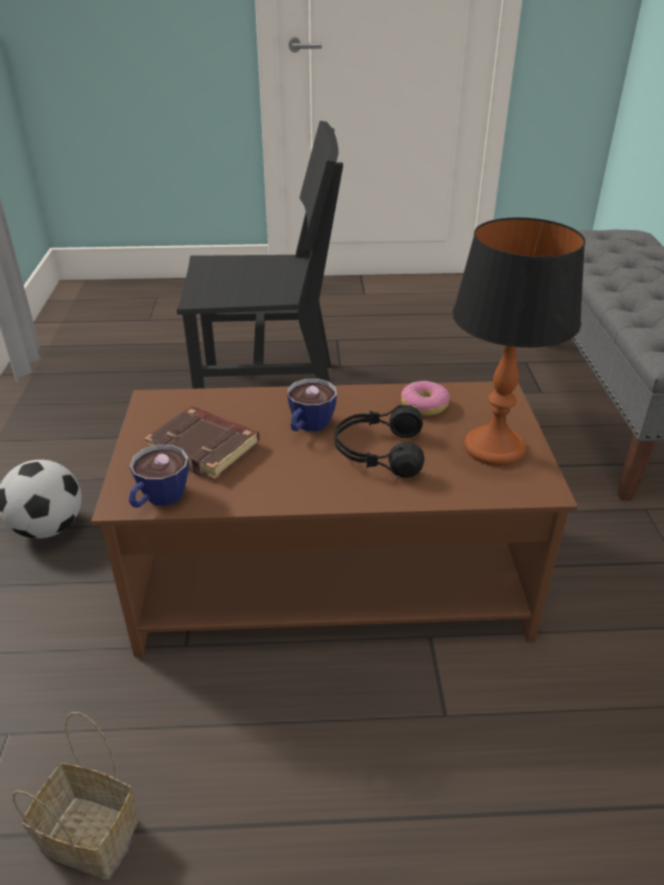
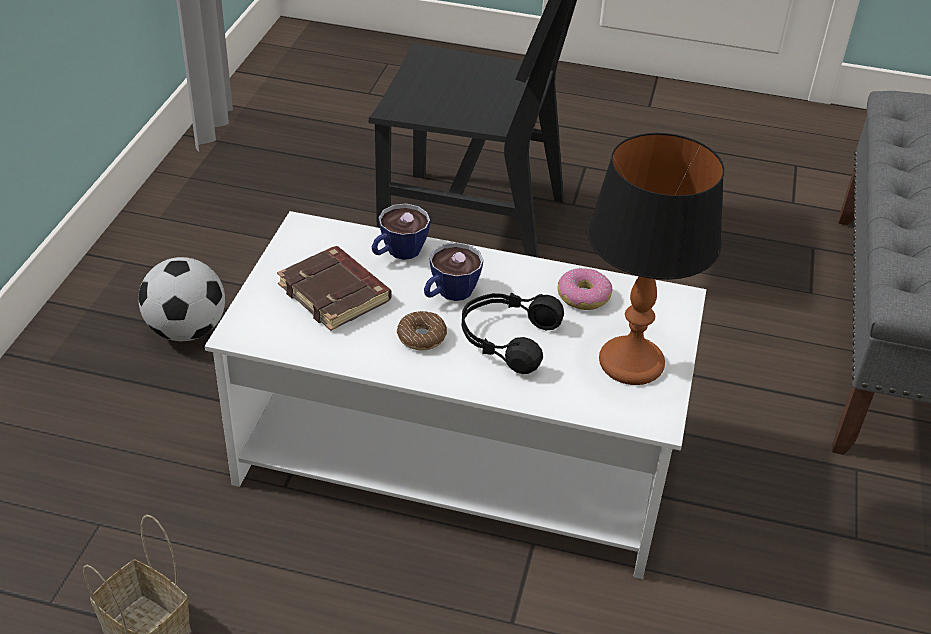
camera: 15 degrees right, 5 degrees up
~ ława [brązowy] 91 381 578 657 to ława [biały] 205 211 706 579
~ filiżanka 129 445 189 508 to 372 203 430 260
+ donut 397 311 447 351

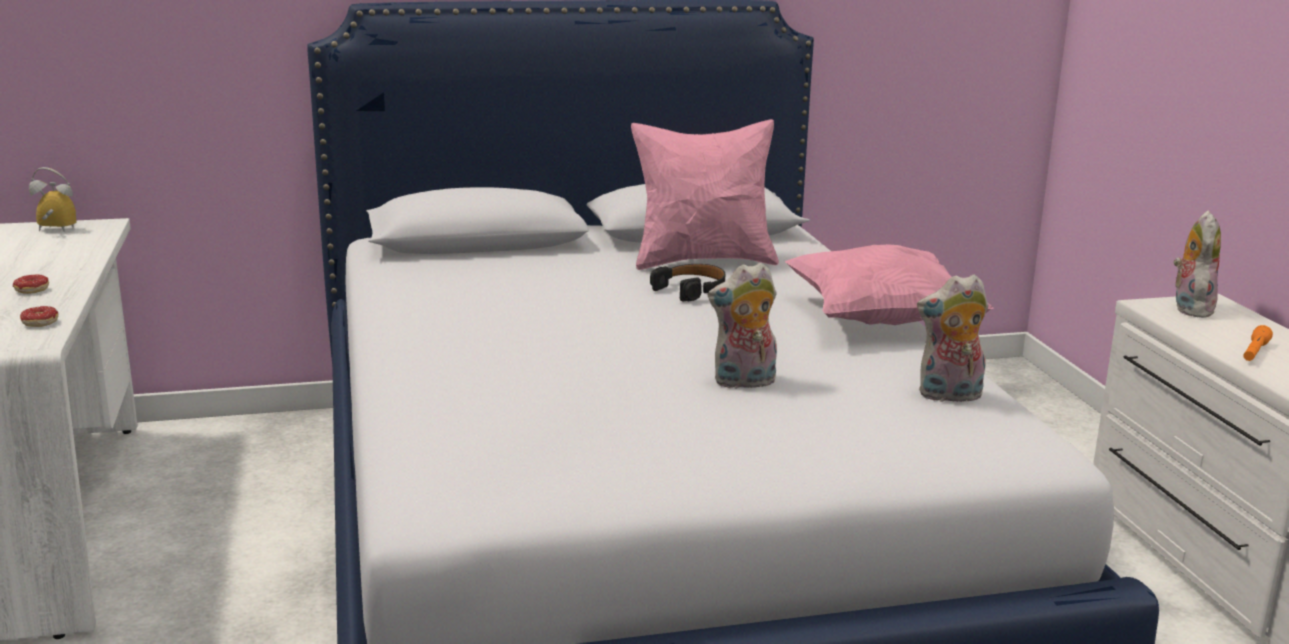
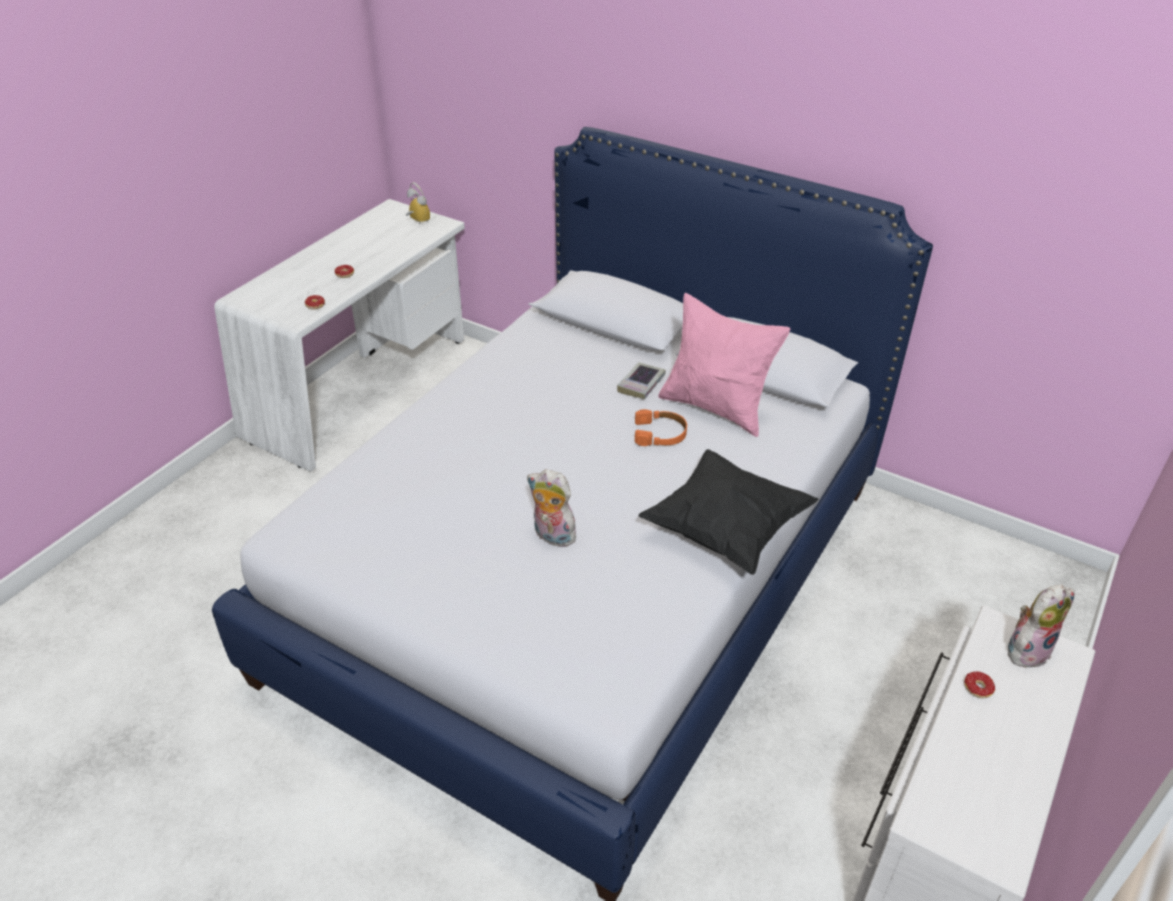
camera: 45 degrees right, 20 degrees up
+ książka 617 362 666 399
~ słuchawki [czarny] 650 264 725 301 to słuchawki [pomarańczowy] 635 409 687 446
~ poduszka [różowy] 785 244 993 325 to poduszka [czarny] 638 449 819 575
+ donut 964 671 995 702
- pluszak 917 274 988 402
- latarka [pomarańczowy] 1243 325 1273 361

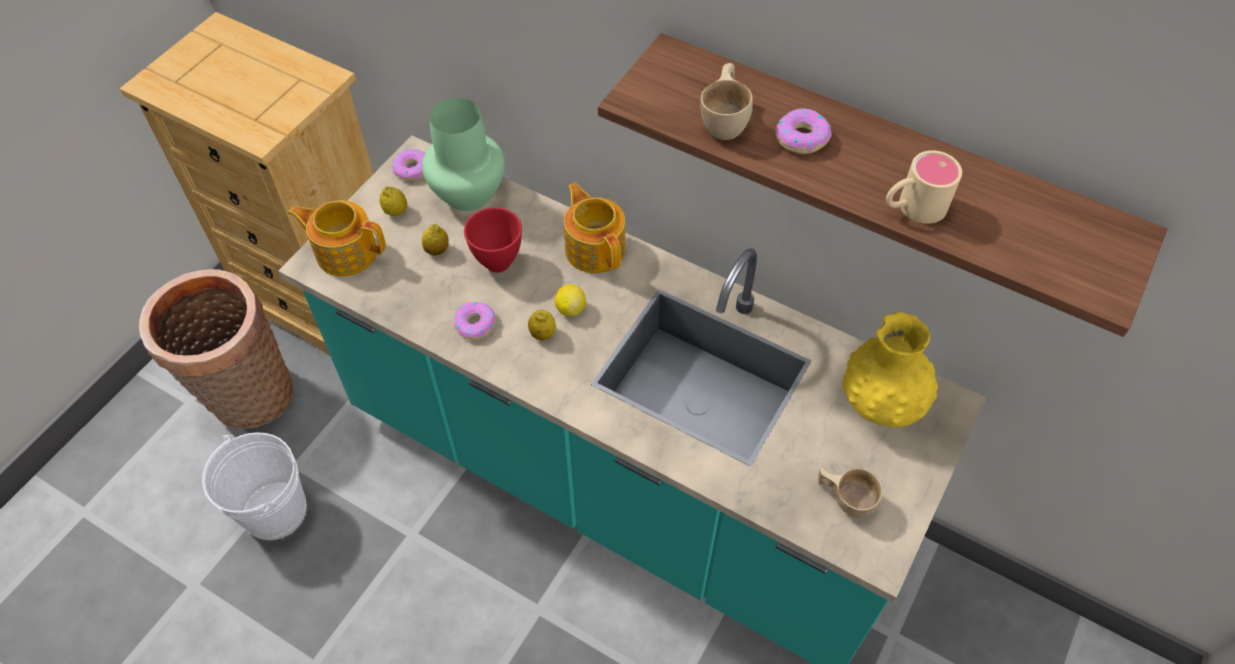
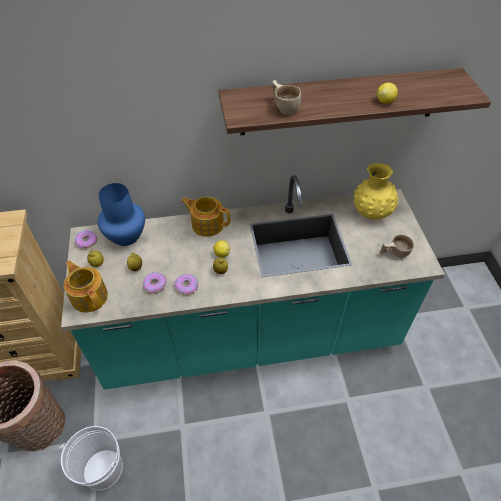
camera: 40 degrees left, 5 degrees down
~ imbryk 288 200 386 277 = 64 260 108 313 75 degrees clockwise
~ wazon [zielony] 422 98 505 211 to wazon [niebieski] 98 183 145 246
~ donut 776 108 832 154 to 143 272 166 294
~ kubek [beżowy] 886 150 962 224 to cytryna 377 83 398 104
- miska [czerwony] 464 207 522 273

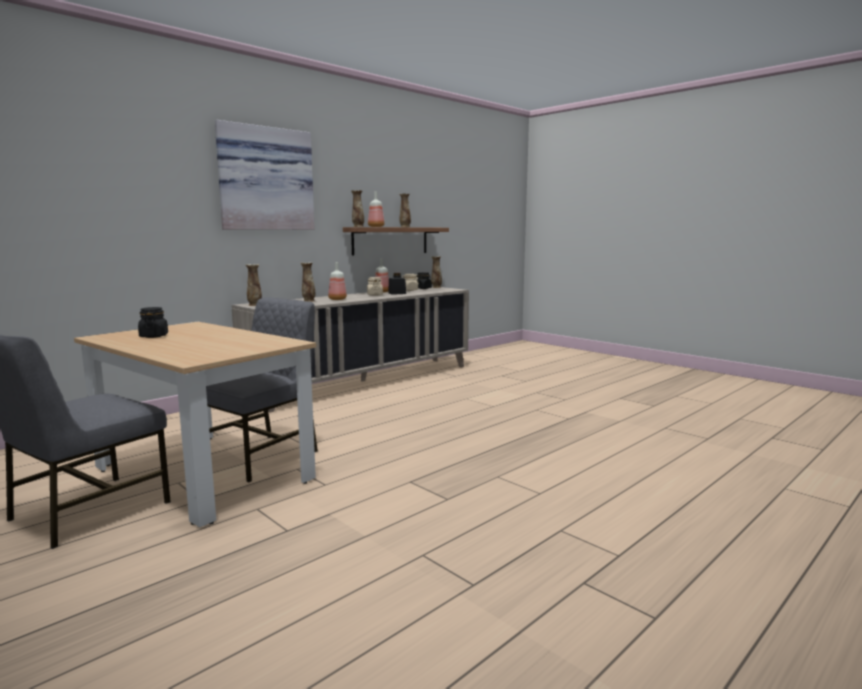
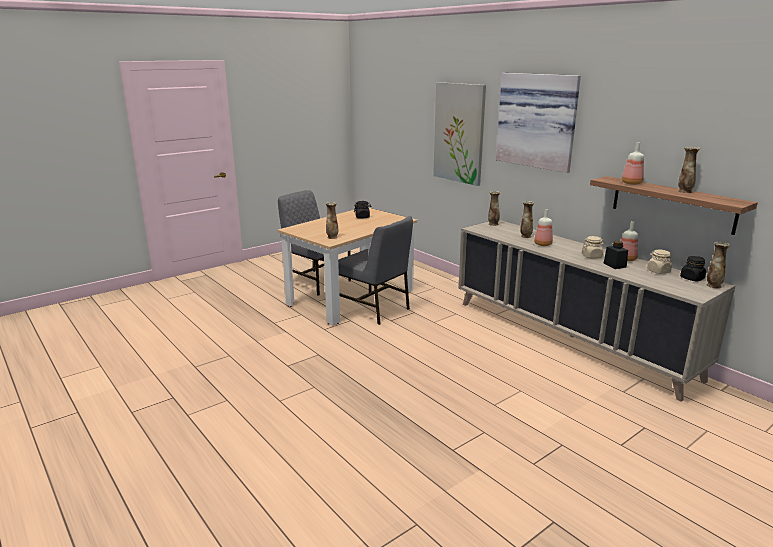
camera: 95 degrees right, 10 degrees up
~ wazon 351 190 364 227 to 325 202 338 239
+ obraz 433 82 486 186

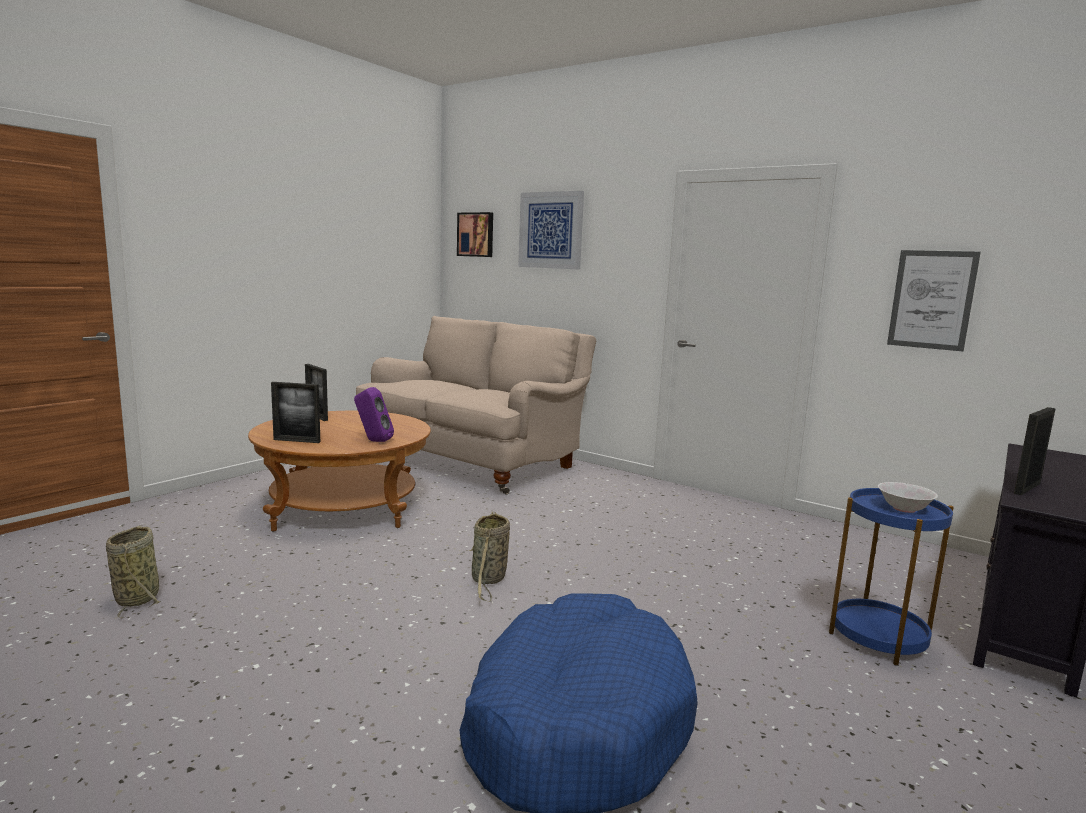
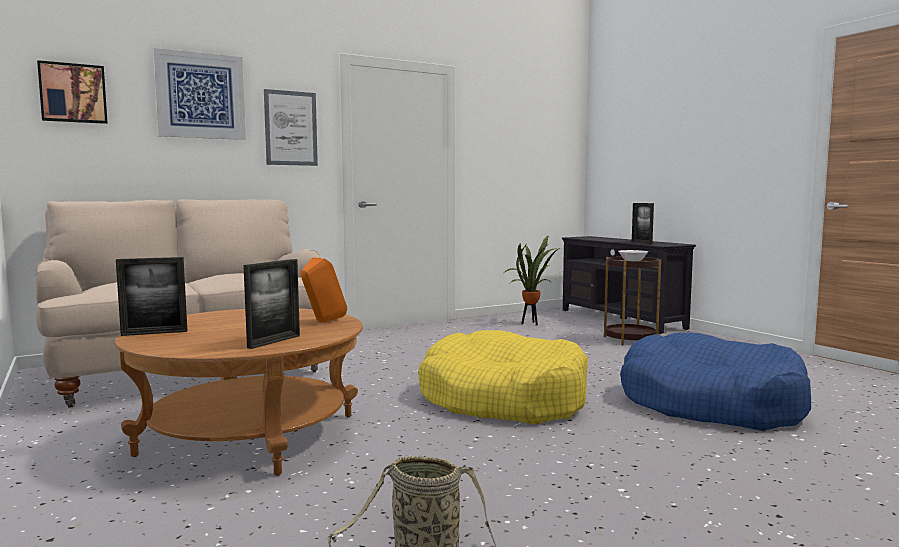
camera: 65 degrees left, 5 degrees down
~ obraz 887 250 981 351 to 264 89 318 166
~ głośnik [fioletowy] 354 387 394 442 to głośnik [pomarańczowy] 300 258 347 322
~ koszyk 469 512 510 601 to legowisko [żółty] 418 330 588 425
+ roślina doniczkowa 504 235 560 325
~ stolik [niebieski] 829 488 954 666 to stolik [brązowy] 604 256 661 345

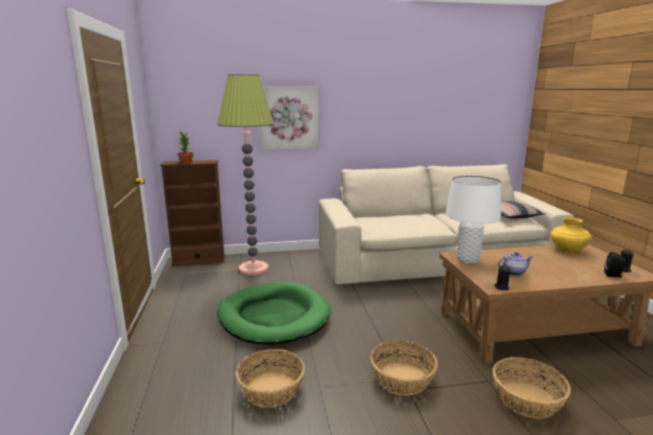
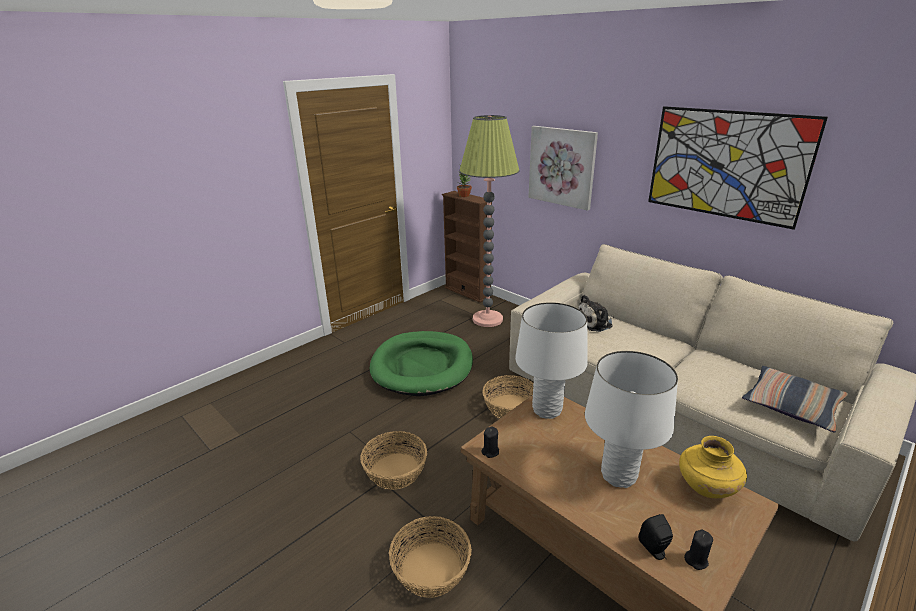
camera: 55 degrees right, 10 degrees up
~ koszyk 236 349 305 407 to 482 375 534 419
+ pluszak 579 295 614 332
+ lampa stołowa [biały] 585 351 678 488
+ obraz 648 106 828 230
- imbryk 498 252 533 276

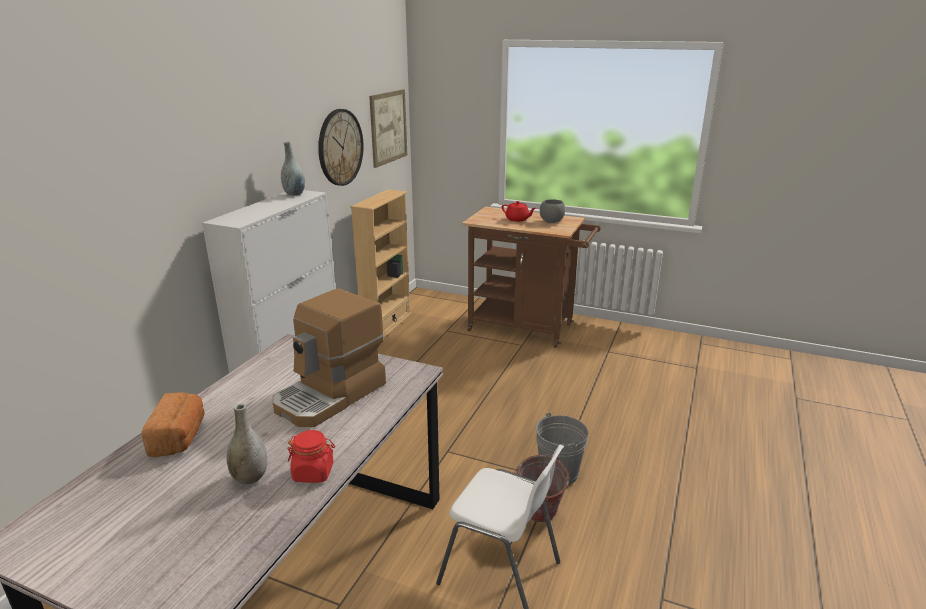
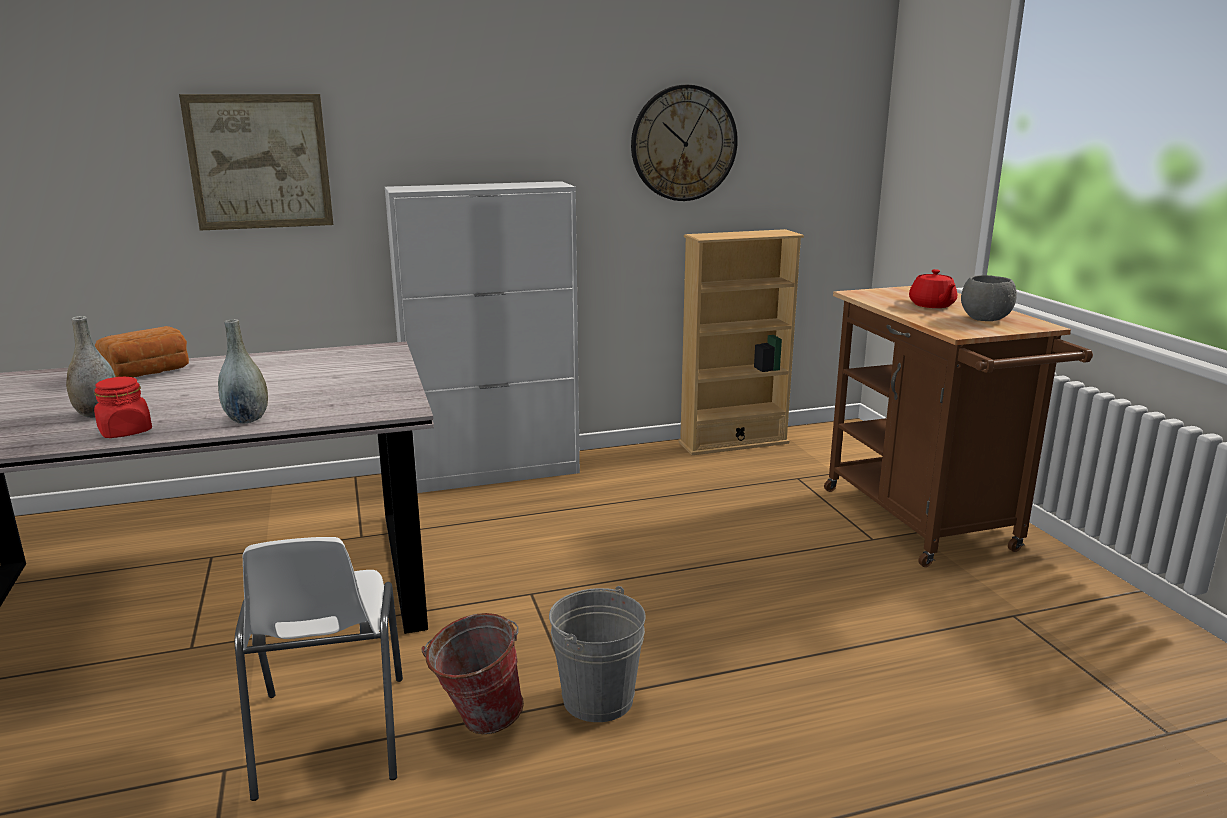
camera: 50 degrees right, 5 degrees down
~ obraz 369 89 407 168 to 179 94 334 231
~ wazon [szary] 281 142 305 196 to 218 319 268 424
- ekspres do kawy 273 288 386 427

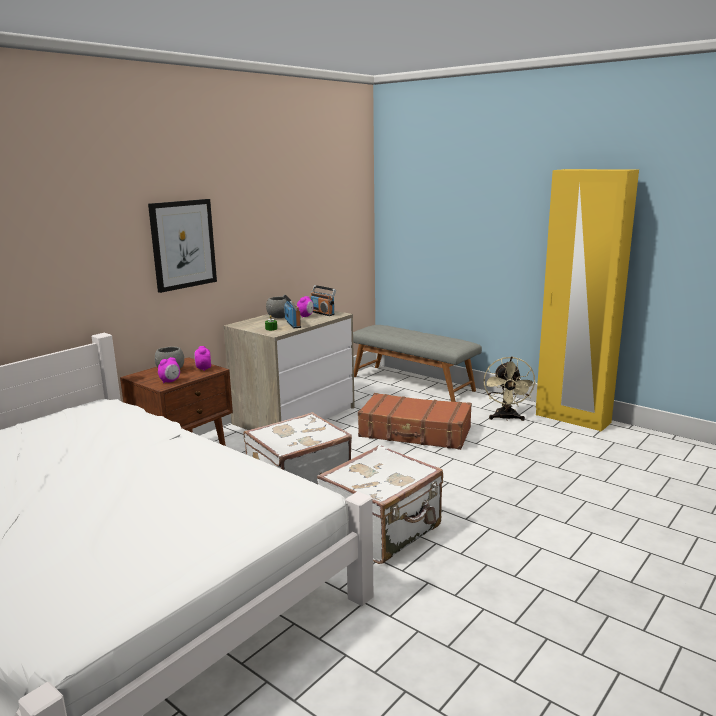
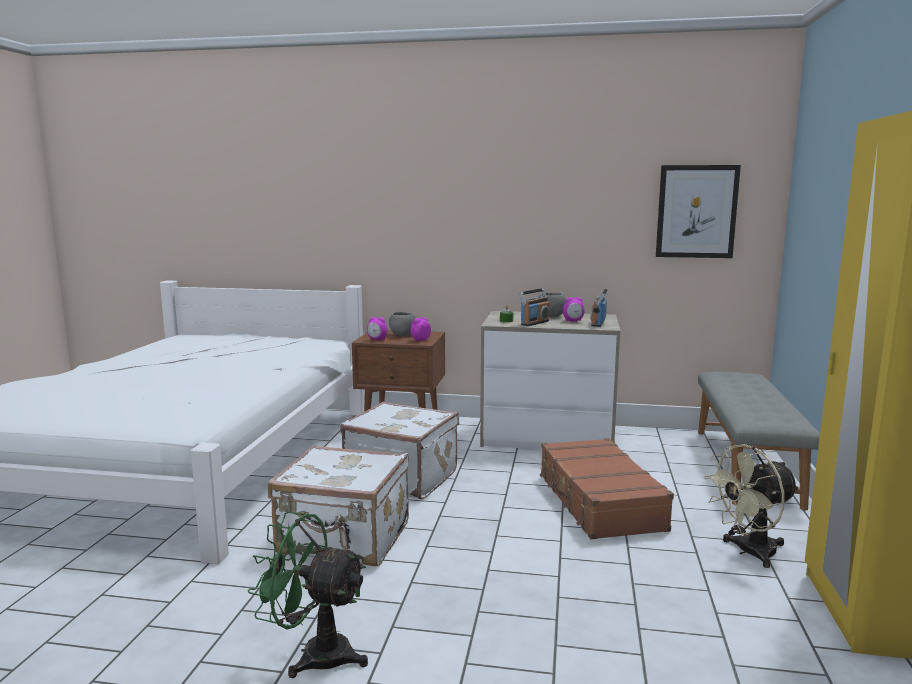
camera: 60 degrees right, 5 degrees down
+ wentylator [zielony] 248 511 368 678
~ obraz 148 199 217 293 to 656 165 741 258

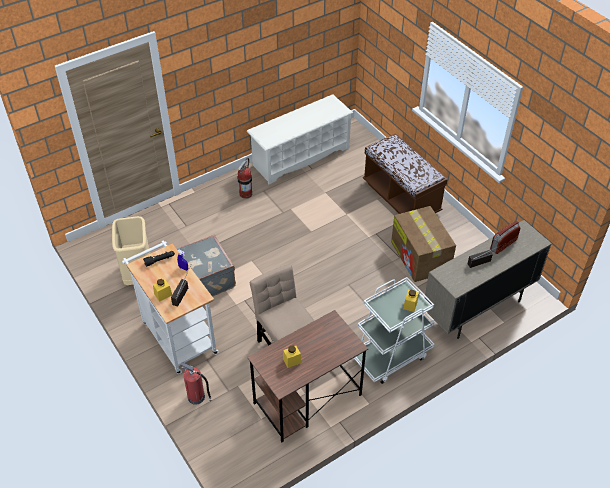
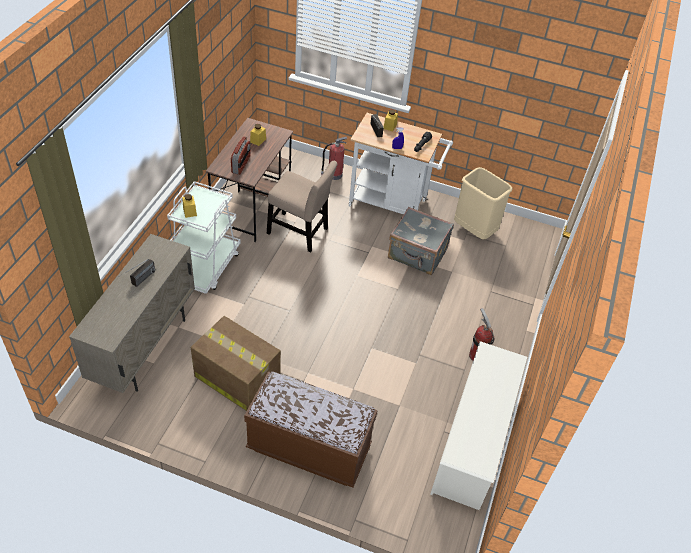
camera: 140 degrees right, 0 degrees up
~ radio 490 221 521 254 to 231 136 251 175

